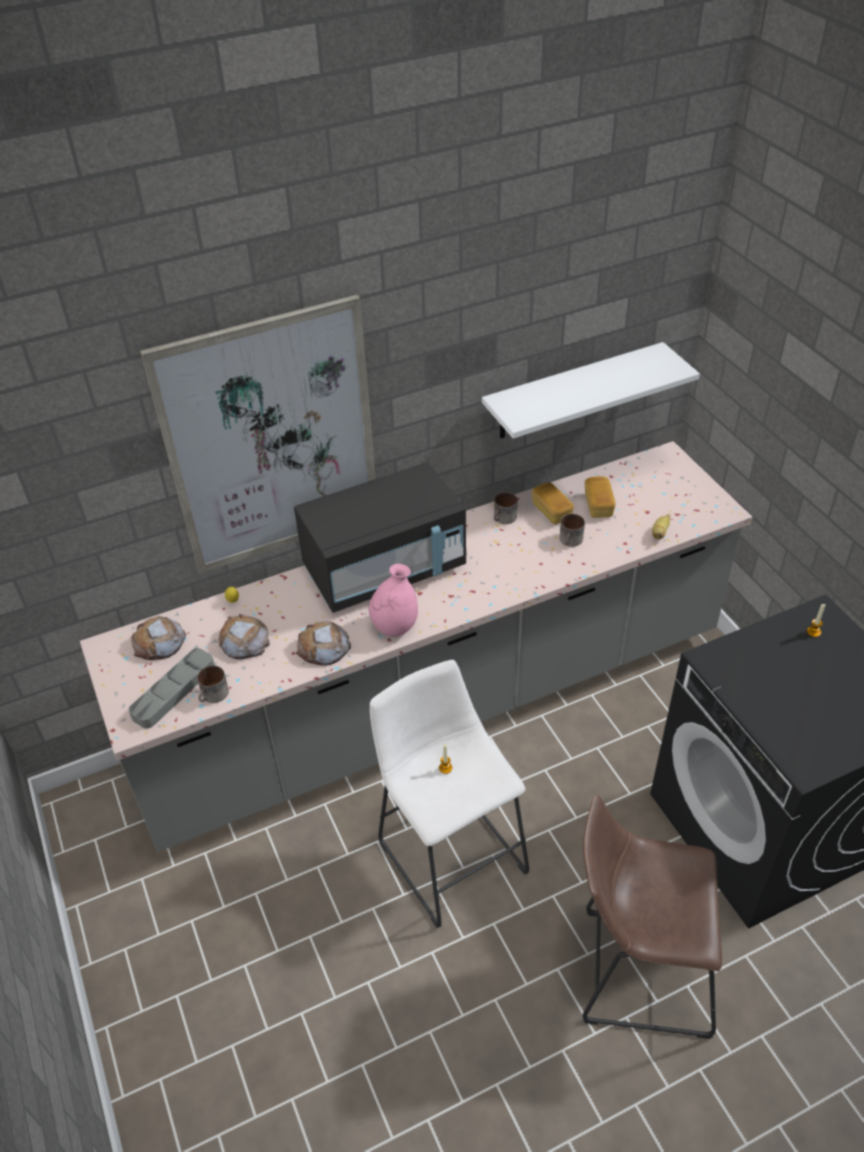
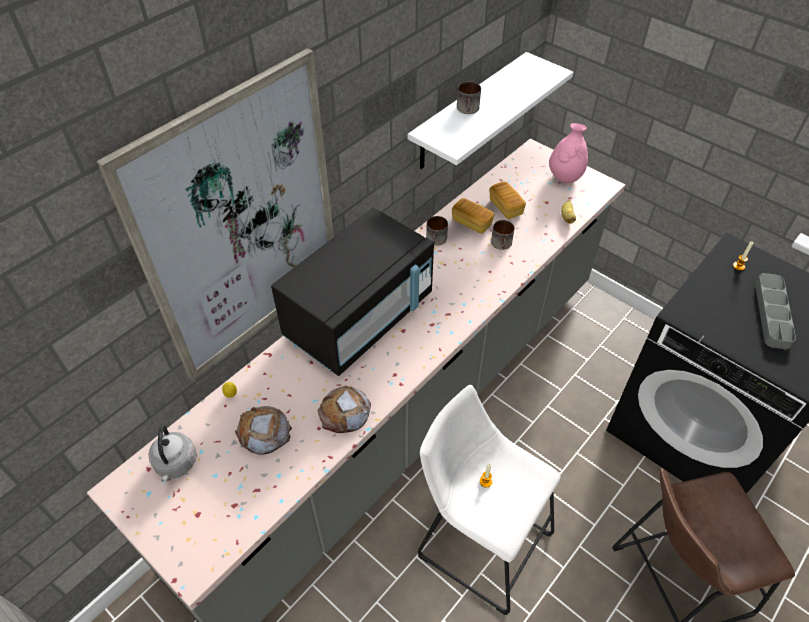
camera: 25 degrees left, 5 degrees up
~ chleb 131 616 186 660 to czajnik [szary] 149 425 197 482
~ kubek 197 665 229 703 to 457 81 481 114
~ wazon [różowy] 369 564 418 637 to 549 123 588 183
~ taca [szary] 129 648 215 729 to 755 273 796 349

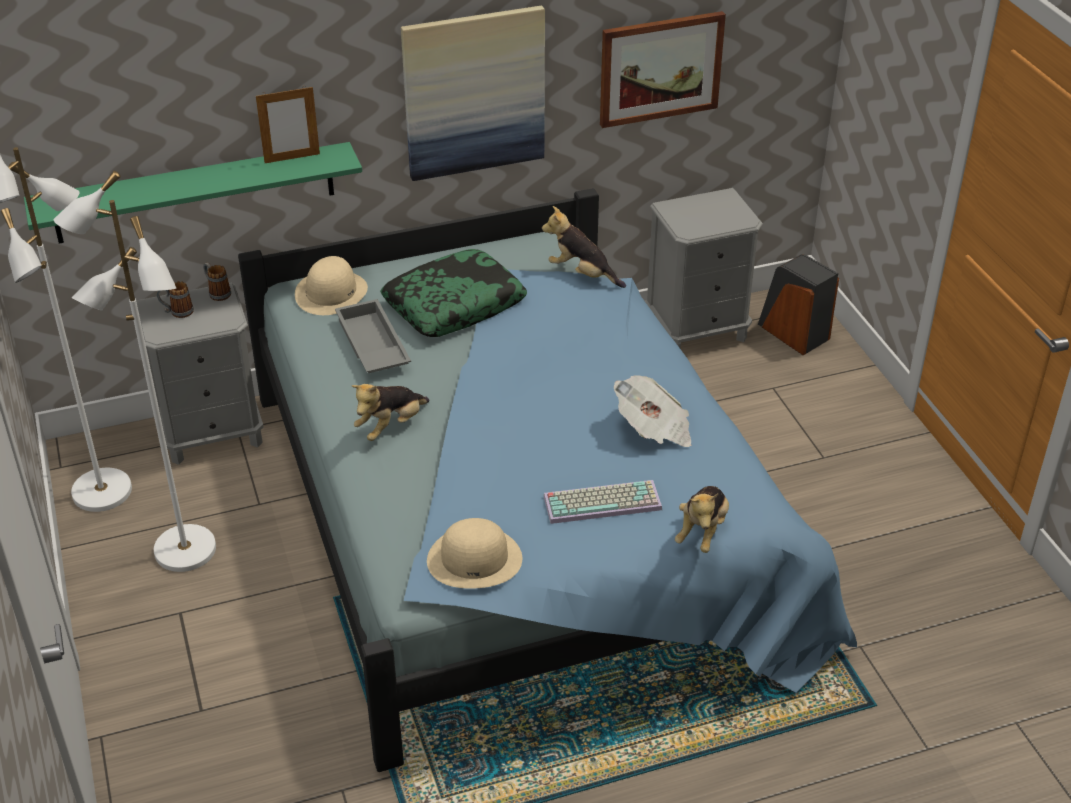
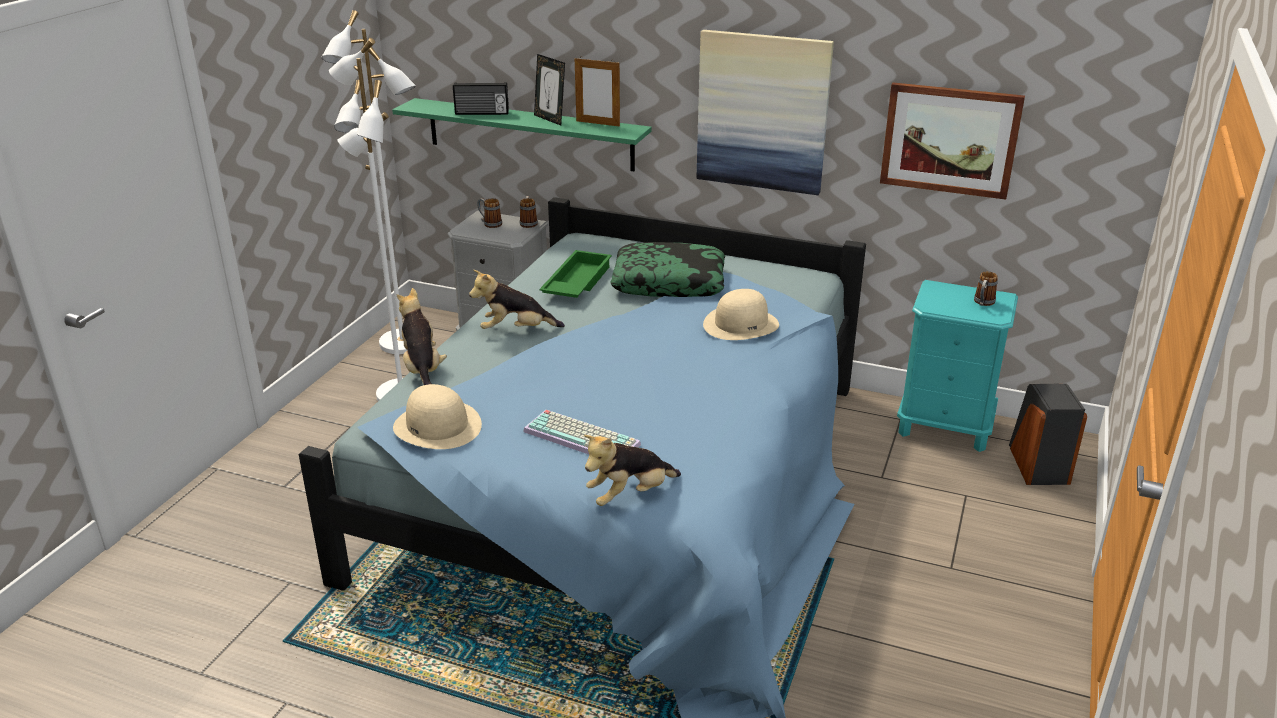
camera: 40 degrees right, 10 degrees down
~ pluszak 542 206 626 288 to 397 288 447 385
+ radio 453 82 509 115
+ ramka na zdjęcie 534 54 565 126
~ taca [szary] 335 299 411 373 to taca [zielony] 539 250 612 298
~ kapelusz [beżowy] 295 256 368 315 to 703 289 779 340
~ szafka nocna [szary] 645 188 763 349 to szafka nocna [turkusowy] 897 280 1018 452
+ kubek 974 271 998 306
- gazeta 614 375 691 447

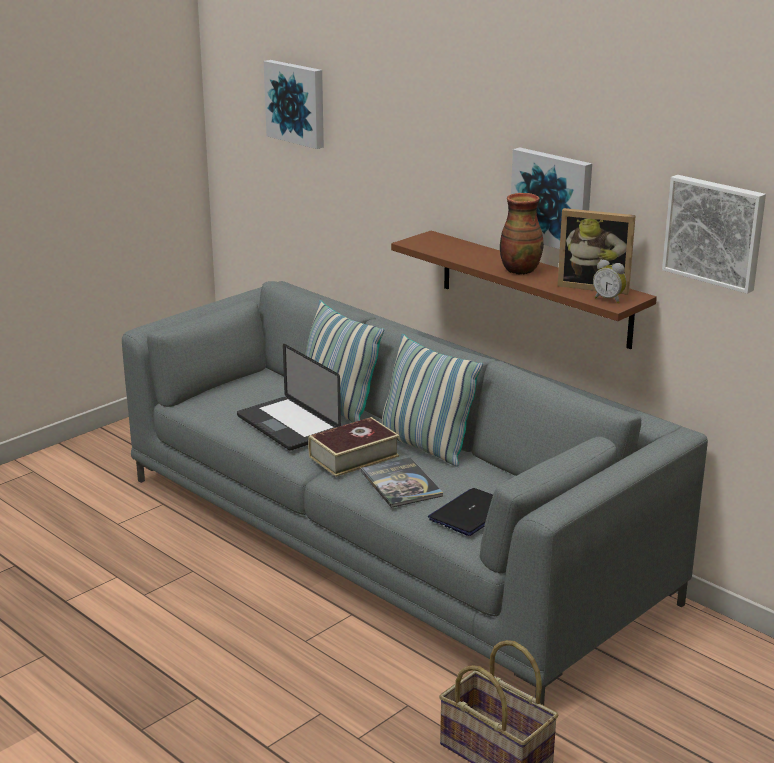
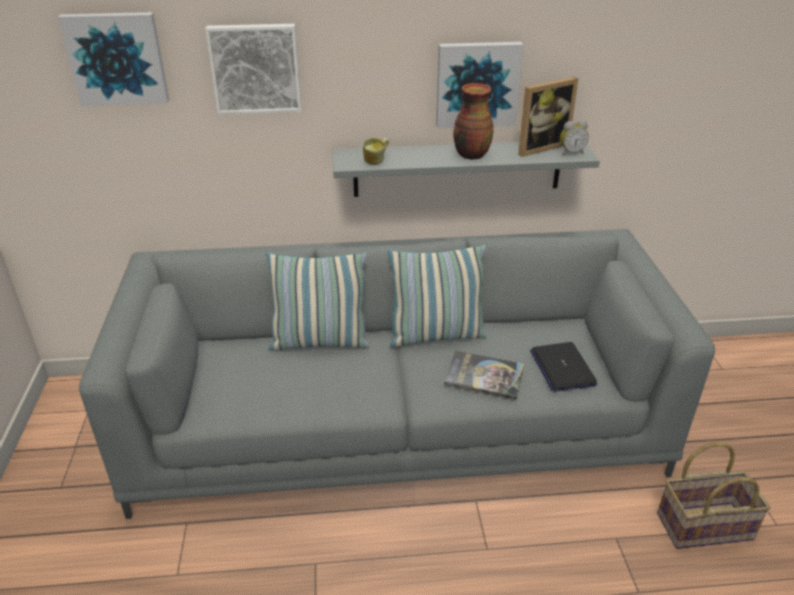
camera: 50 degrees left, 10 degrees up
~ obraz 662 175 766 294 to 205 24 301 114
~ półka [brązowy] 391 231 657 349 to półka [szary] 332 142 600 197
+ kubek 363 138 389 165
- laptop 237 344 341 451
- książka 308 417 399 477

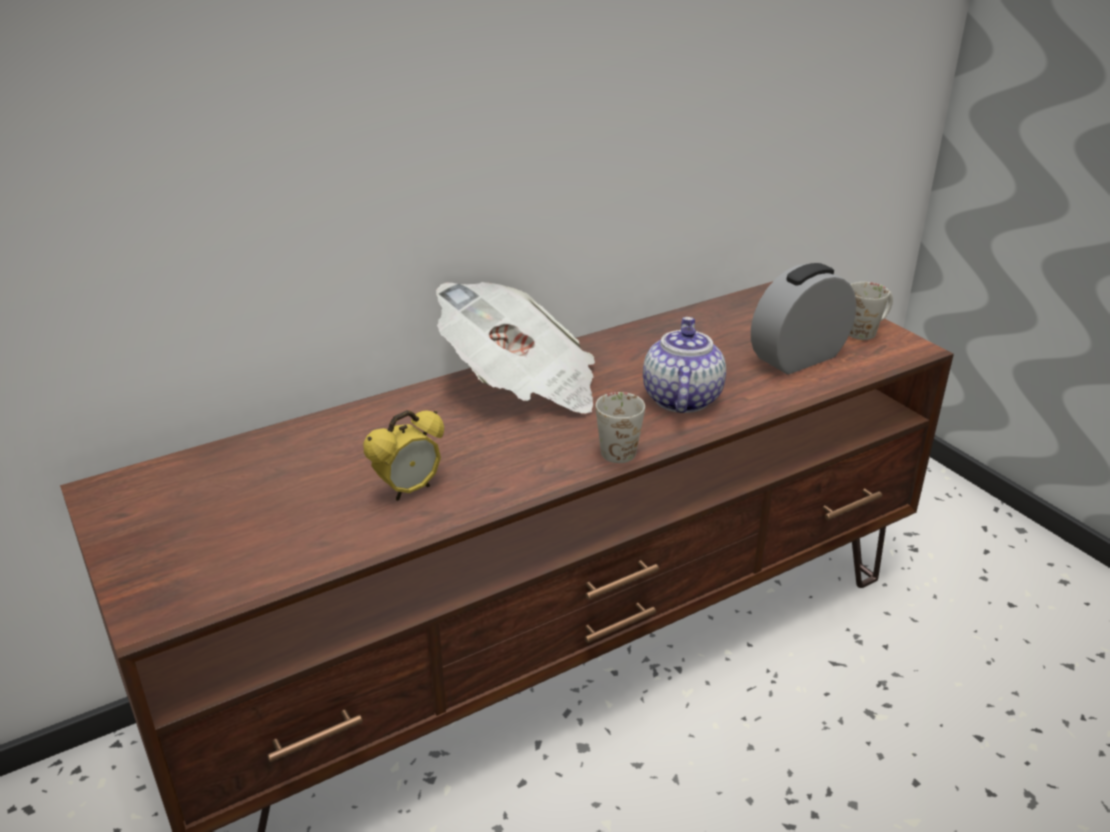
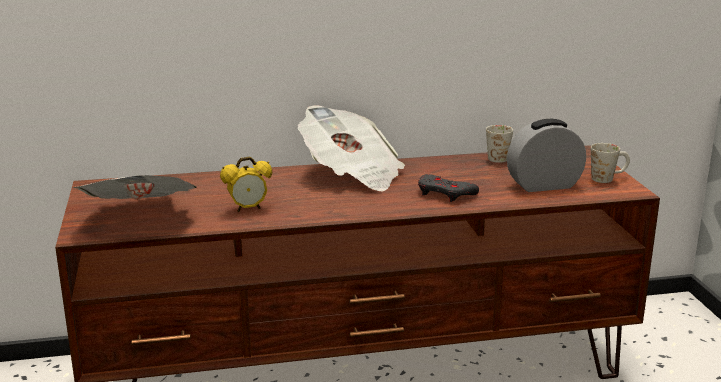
camera: 20 degrees right, 10 degrees down
+ gazeta 72 175 196 200
~ imbryk 643 317 726 413 to pad do gier [szary] 418 174 479 202
~ kubek [biały] 595 392 645 463 to 486 125 513 163

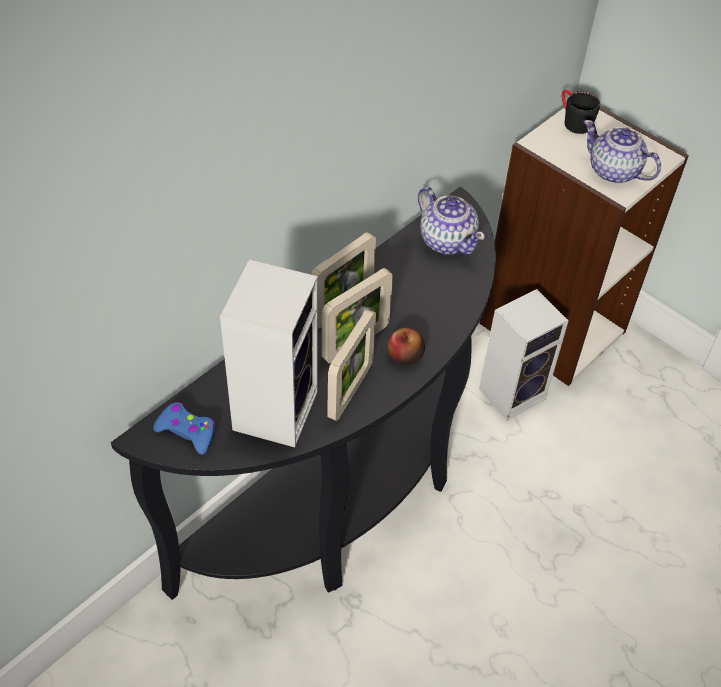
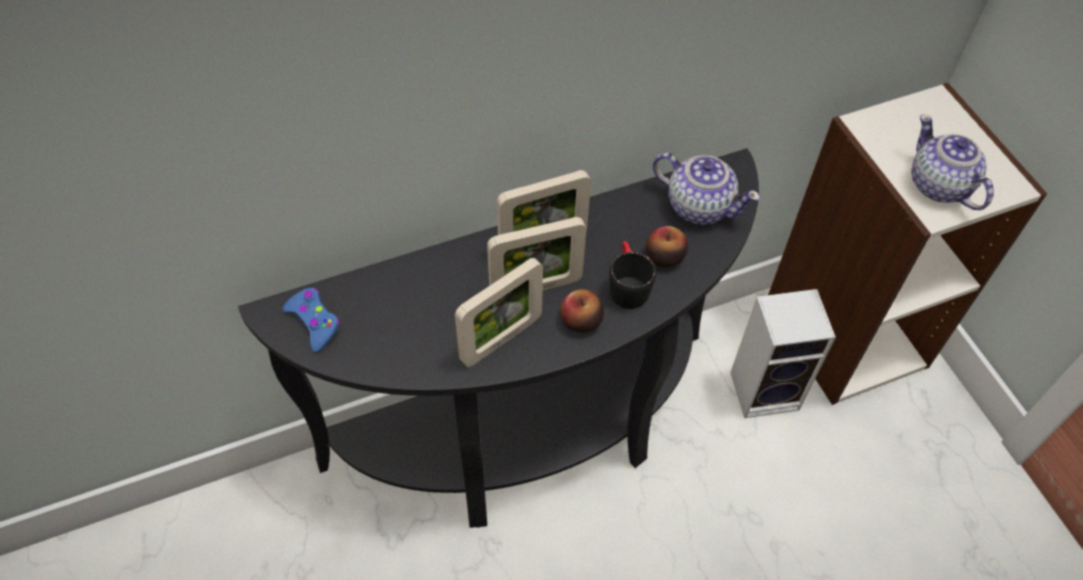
camera: 25 degrees right, 5 degrees up
~ kubek [czarny] 562 90 600 134 to 609 241 656 309
+ jabłko 646 226 688 268
~ imbryk 418 187 485 255 = 653 152 760 225 45 degrees counterclockwise
- głośnik 220 259 318 447

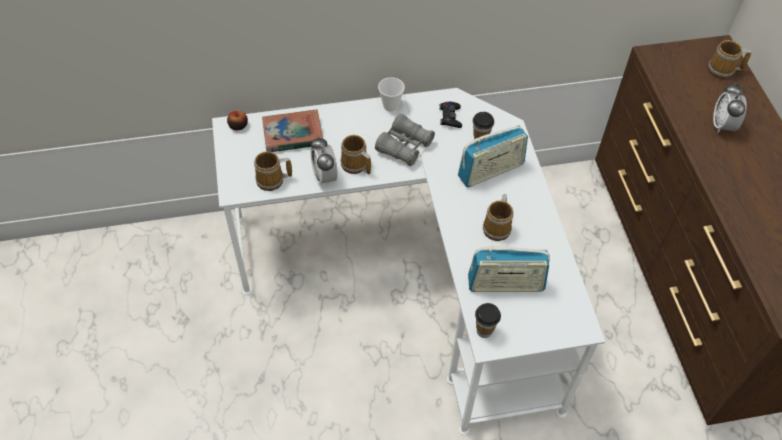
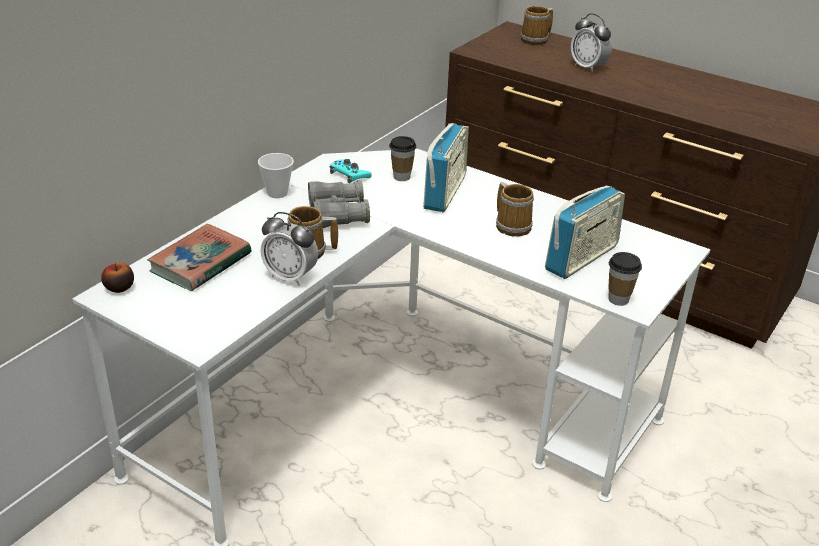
camera: 45 degrees left, 20 degrees down
~ pad do gier [czarny] 439 102 462 128 to pad do gier [turkusowy] 330 159 372 183
- kubek 254 151 292 191

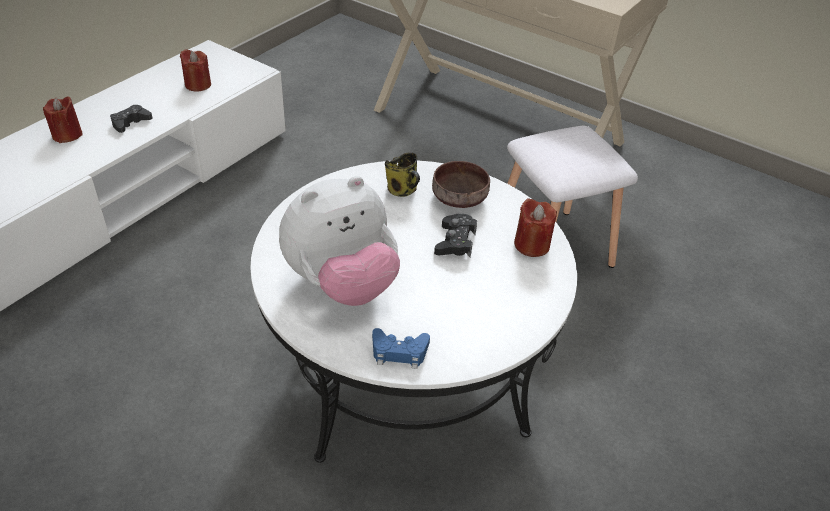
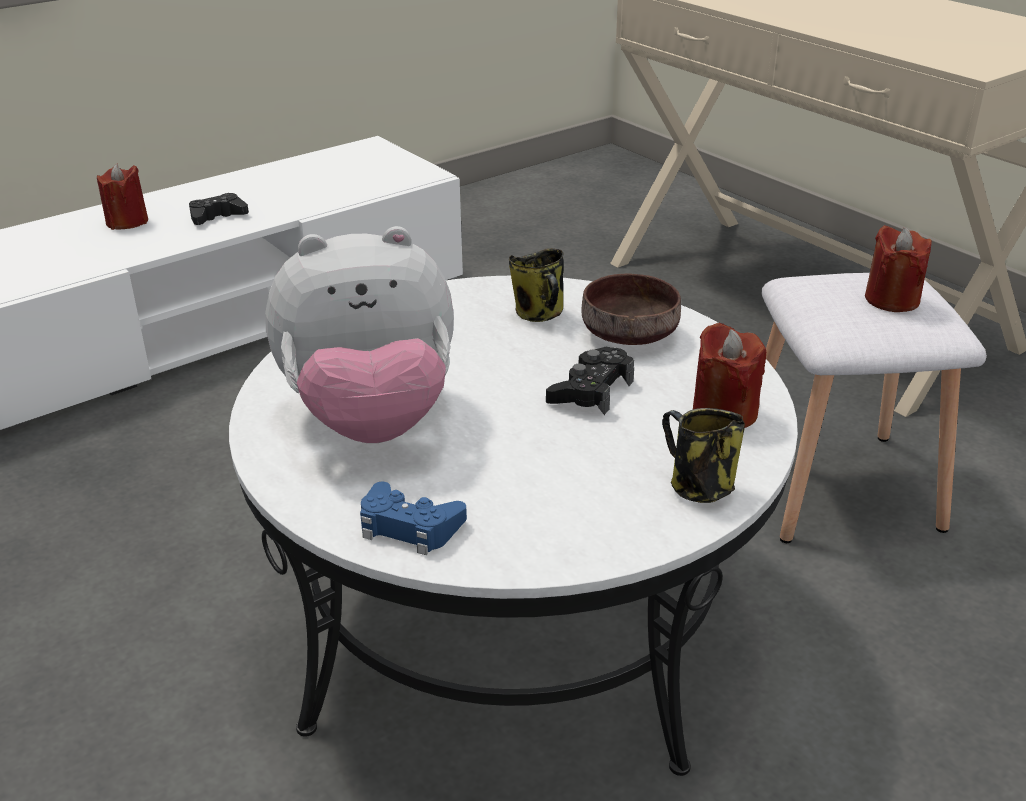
camera: 20 degrees right, 10 degrees down
+ kubek 662 408 745 503
~ świeca [czerwony] 180 49 211 92 to 865 226 932 312

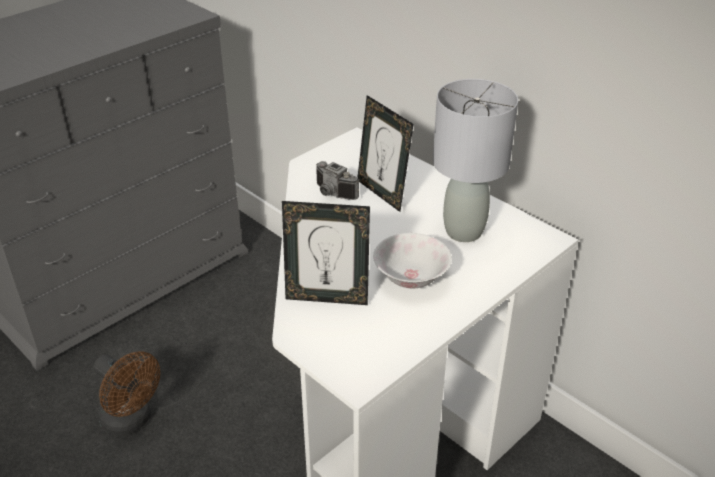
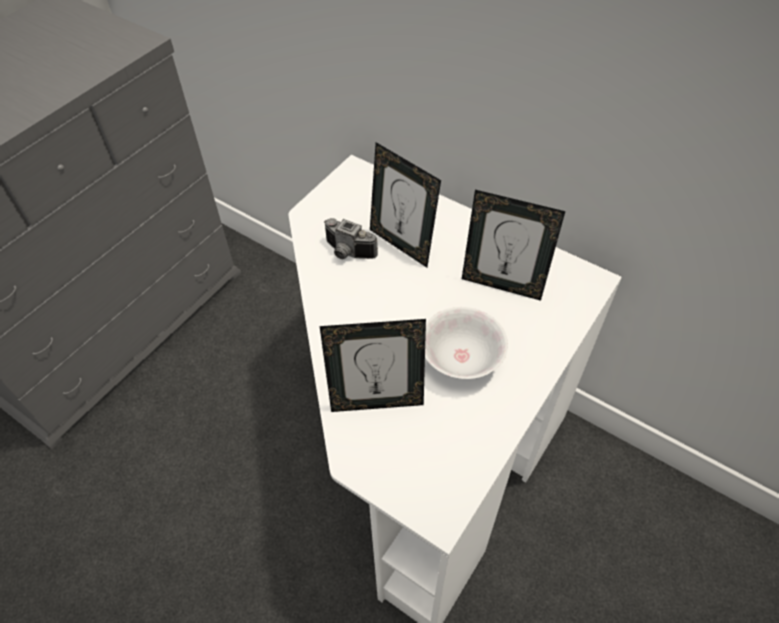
camera: 10 degrees left, 15 degrees up
~ lampa stołowa [szary] 433 79 518 242 to ramka na zdjęcie 462 190 565 301
- wentylator [brązowy] 94 351 160 436

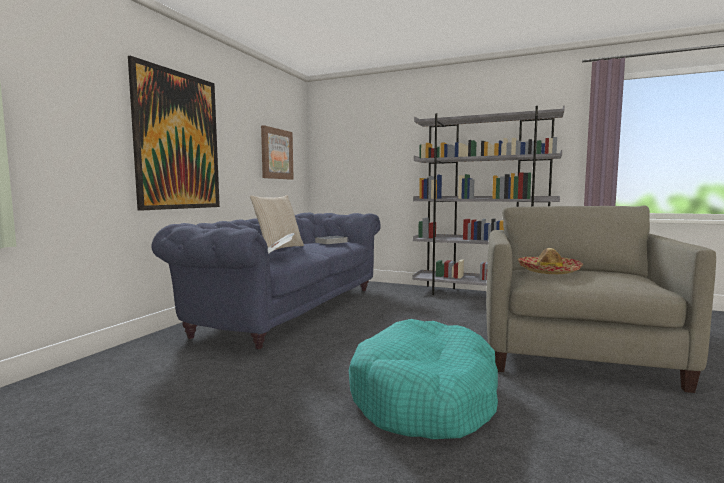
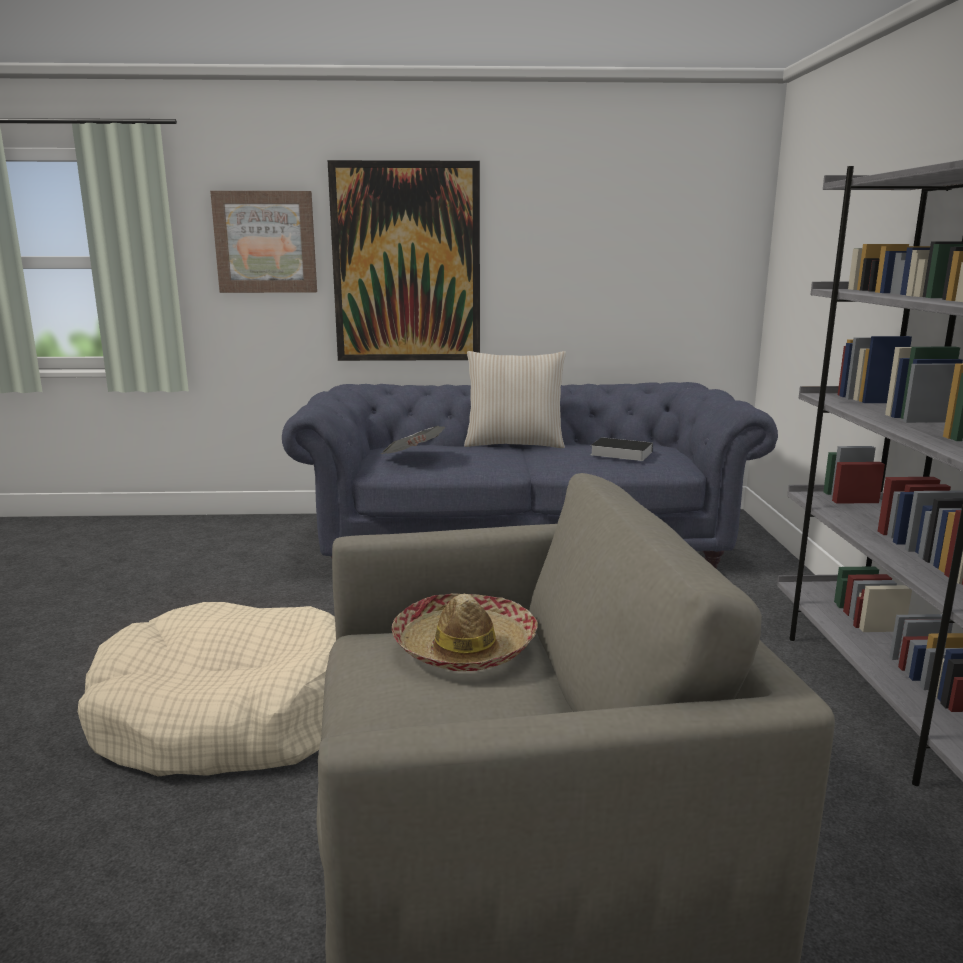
camera: 65 degrees right, 10 degrees up
~ legowisko [turkusowy] 349 319 498 439 to legowisko [beżowy] 78 602 336 777
~ obraz 261 125 294 180 to 210 191 317 293

